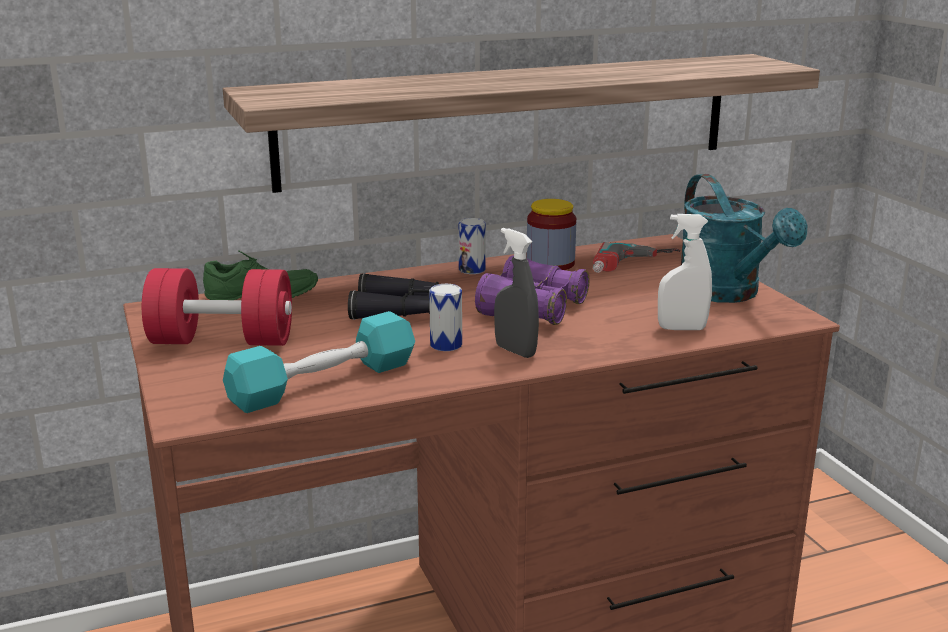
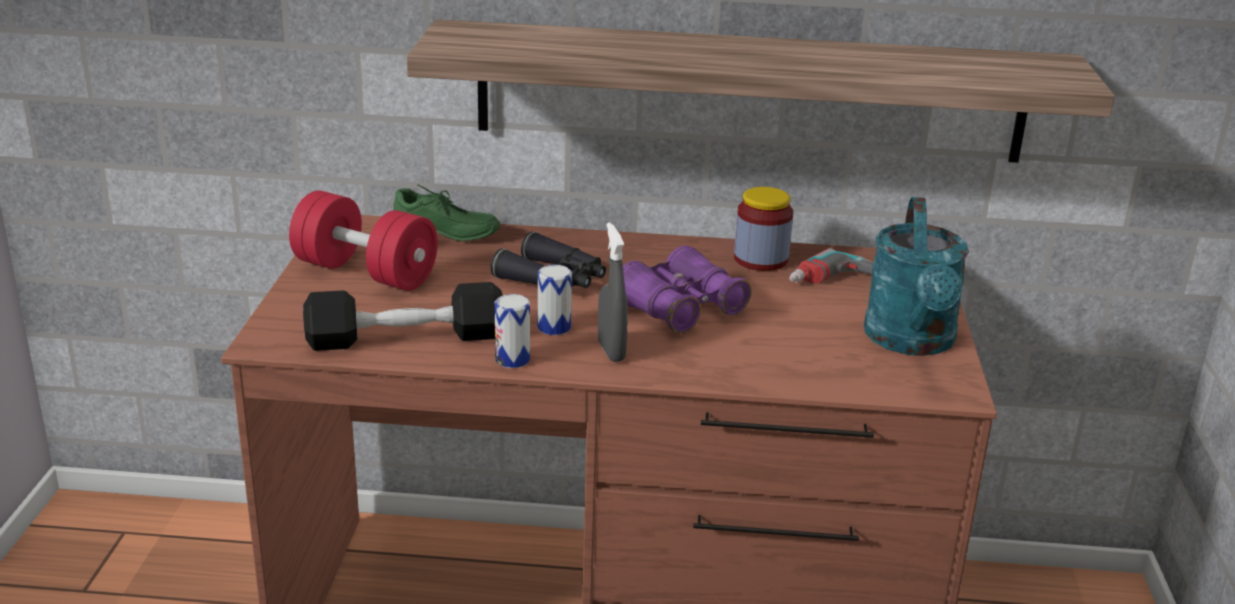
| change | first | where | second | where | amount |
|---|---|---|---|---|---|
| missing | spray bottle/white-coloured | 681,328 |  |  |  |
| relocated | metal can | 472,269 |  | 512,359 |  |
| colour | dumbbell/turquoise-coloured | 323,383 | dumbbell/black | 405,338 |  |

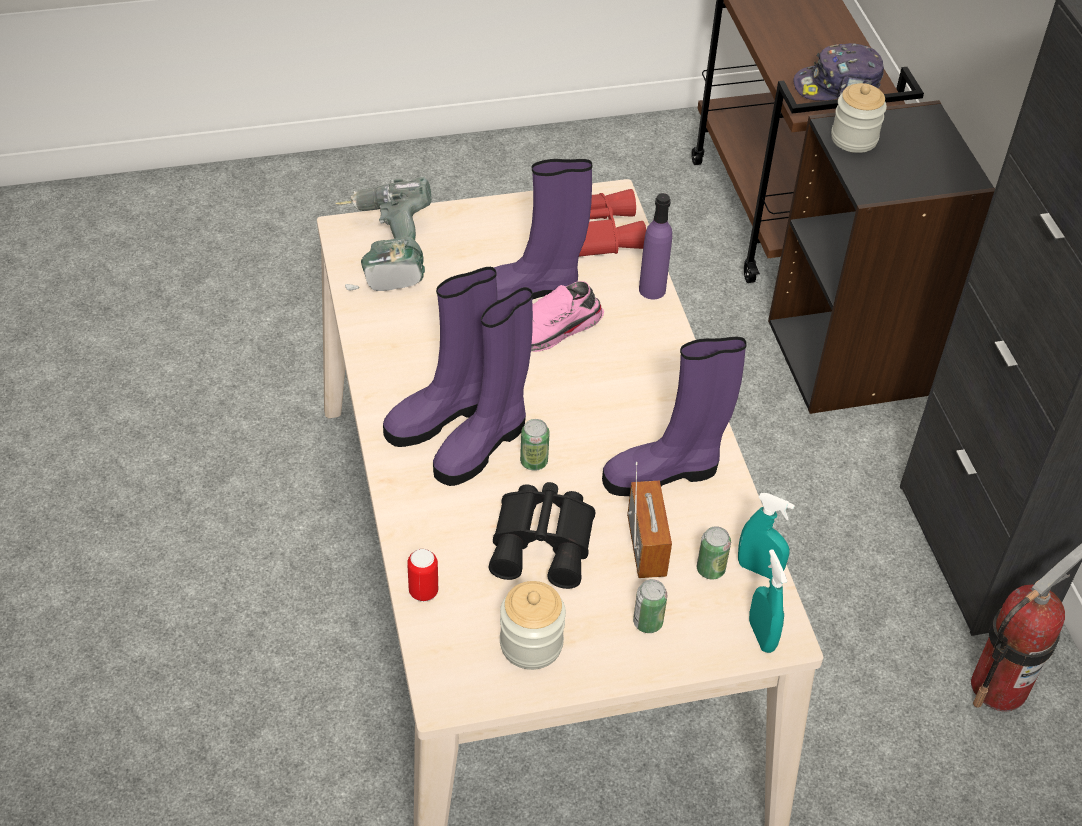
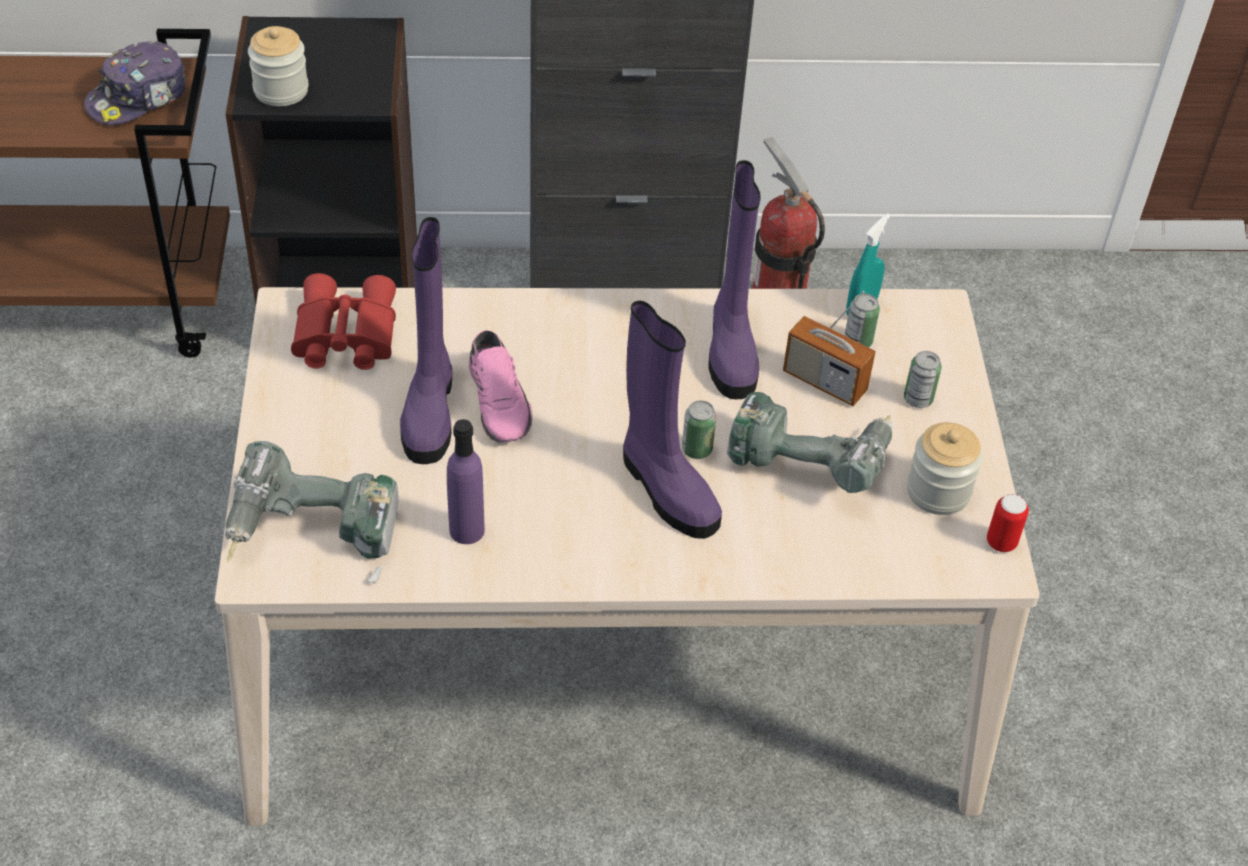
| change | first | where | second | where | amount |
|---|---|---|---|---|---|
| spun | peaked cap | 837,86 |  | 138,98 | 45 degrees clockwise |
| relocated | bottle/purplish | 652,290 |  | 466,530 |  |
| missing | boot/purplish | 440,416 |  |  |  |
| spun | radio set | 646,546 |  | 824,382 | 150 degrees counterclockwise |
| exchanged | pair of binoculars/black | 545,542 | electric drill | 809,459 |  |
| relocated | metal can | 423,591 |  | 1001,542 |  |
| missing | spray bottle/turquoise-coloured | 761,635 |  |  |  |

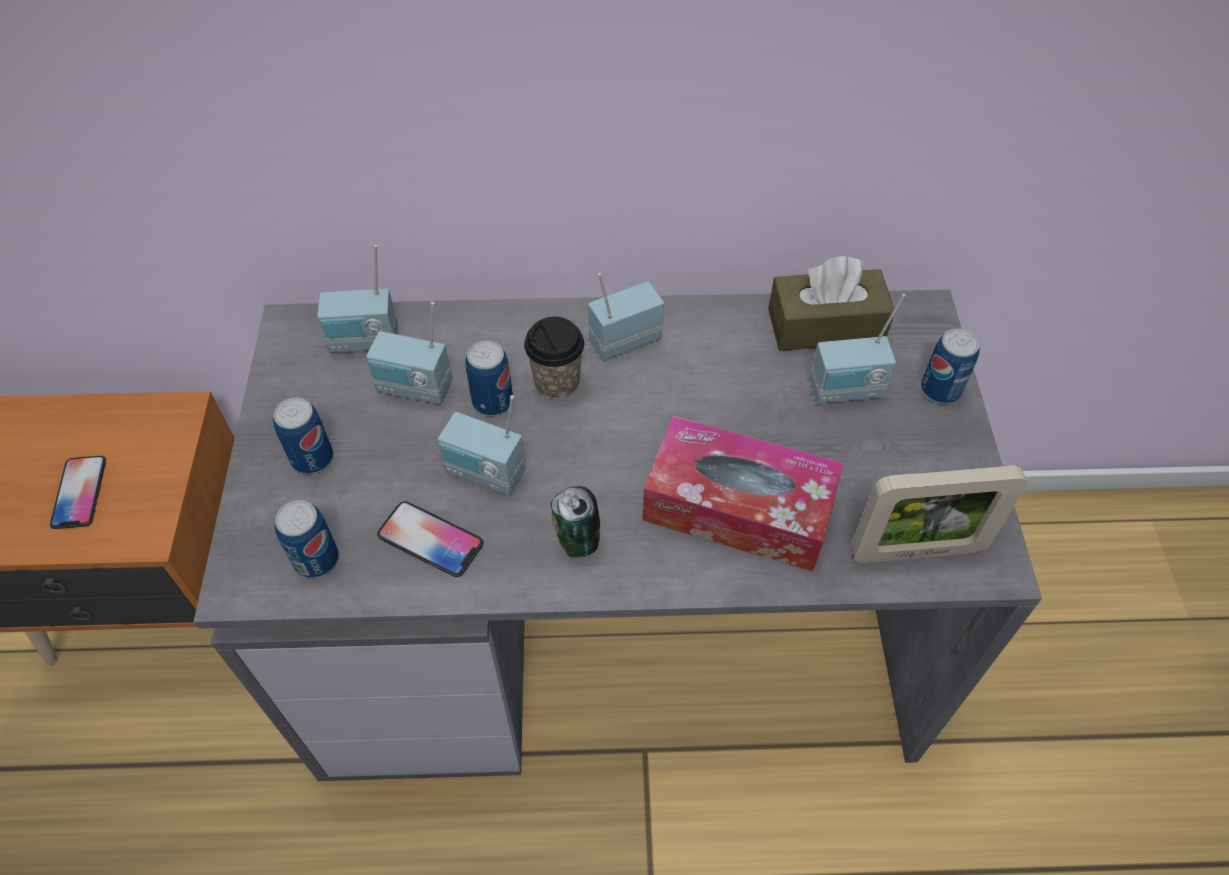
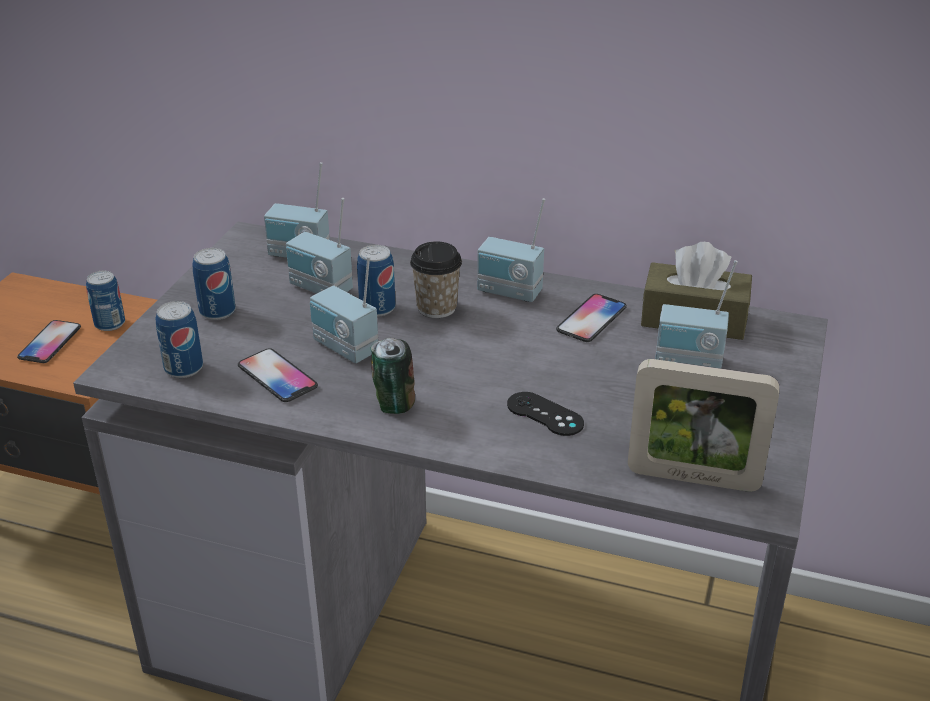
| change | first | where | second | where | amount |
|---|---|---|---|---|---|
| spun | radio set | 623,339 |  | 509,293 | 150 degrees counterclockwise |
| relocated | metal can | 940,389 |  | 110,324 |  |
| exchanged | tissue holder | 738,508 | game controller/black | 545,414 |  |
| appeared |  |  | phone | 591,319 |  |

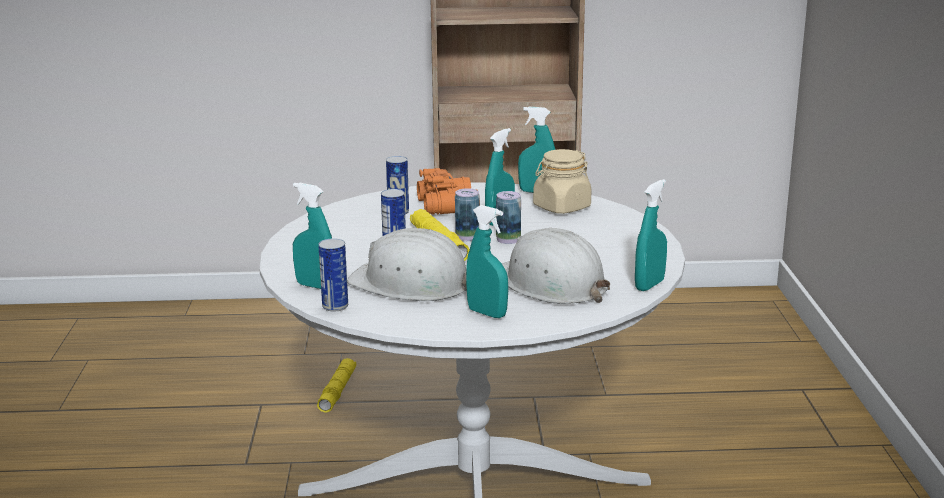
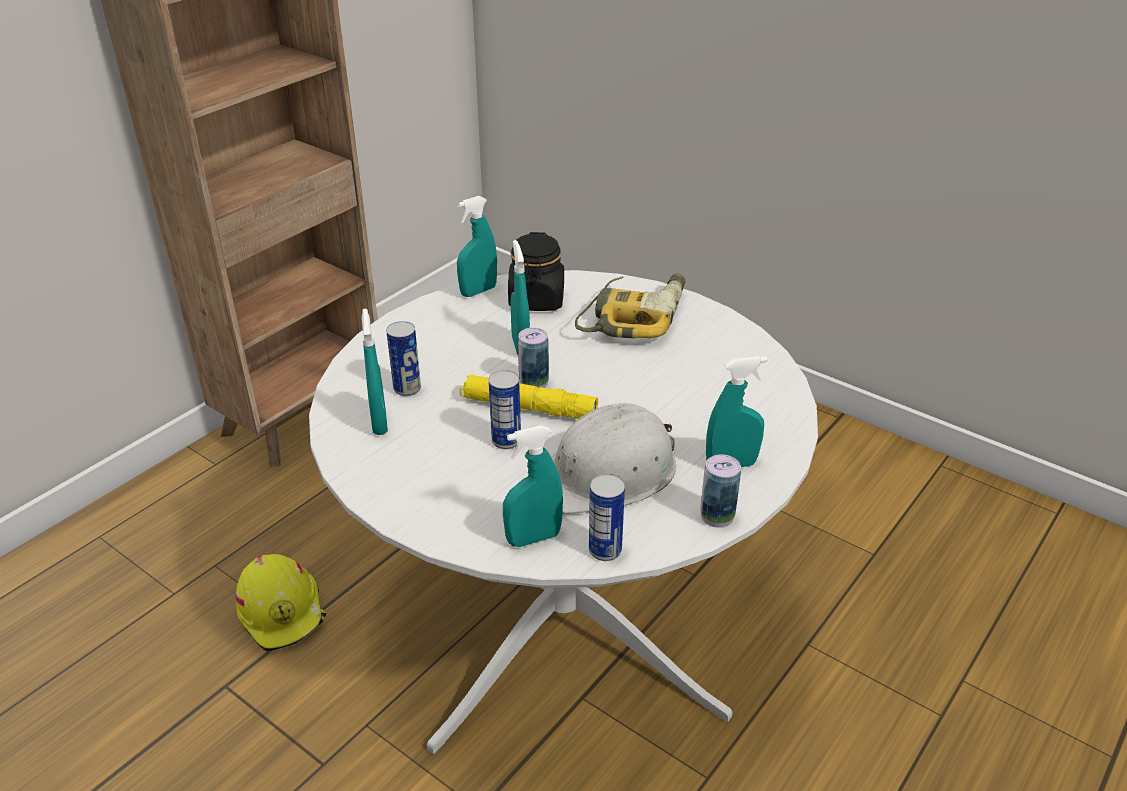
| change | first | where | second | where | amount |
|---|---|---|---|---|---|
| colour | jar/sand-coloured | 561,207 | jar/black | 536,300 |  |
| missing | pair of binoculars/orangey | 449,205 |  |  |  |
| relocated | spray bottle/turquoise-coloured | 649,285 |  | 379,422 |  |
| relocated | metal can | 508,239 |  | 717,516 |  |
| missing | hard hat/white-coloured | 550,284 |  |  |  |
| exchanged | hand torch/yellowish | 337,391 | hard hat/yellowish | 283,612 |  |
| appeared |  |  | electric drill | 634,315 |  |

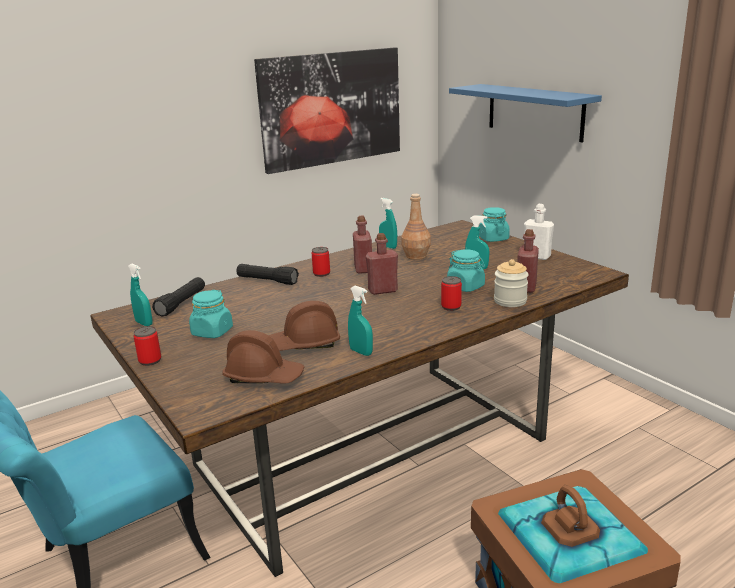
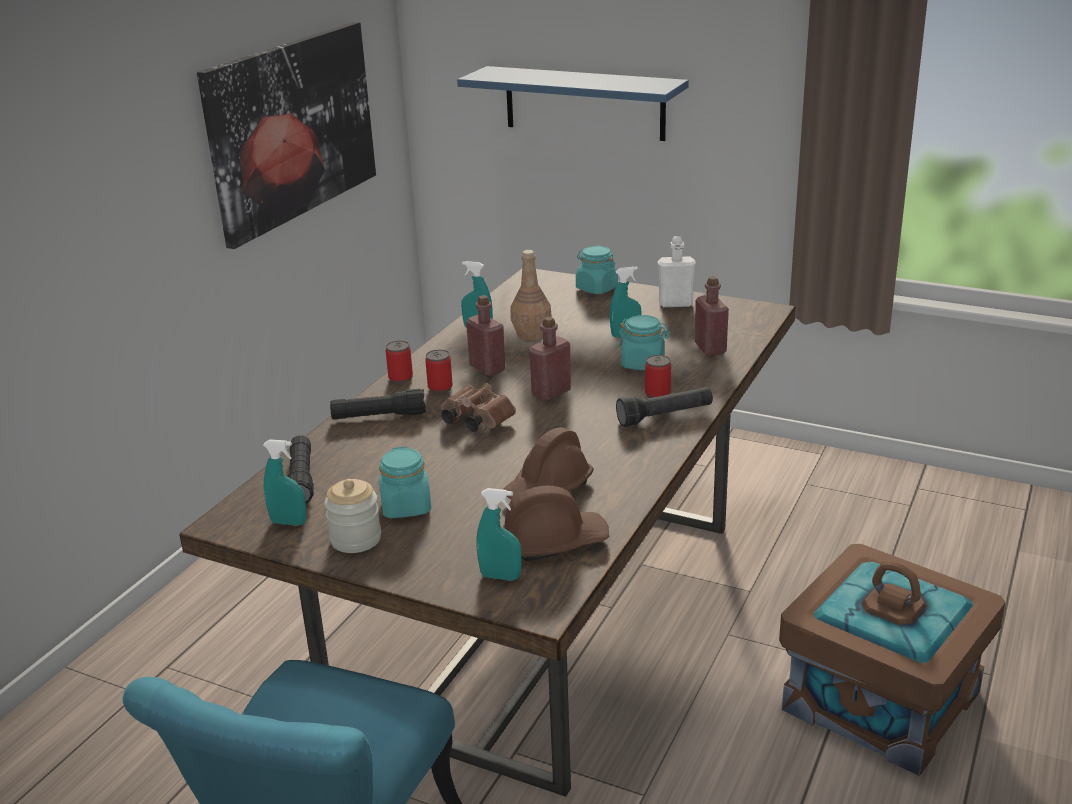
| change | first | where | second | where | amount |
|---|---|---|---|---|---|
| relocated | jar | 510,301 |  | 356,539 |  |
| relocated | spray bottle/turquoise-coloured | 361,352 |  | 500,576 |  |
| relocated | metal can | 150,360 |  | 400,378 |  |
| appeared |  |  | pair of binoculars/brown | 474,421 |  |
| appeared |  |  | hand torch/black | 665,416 |  |

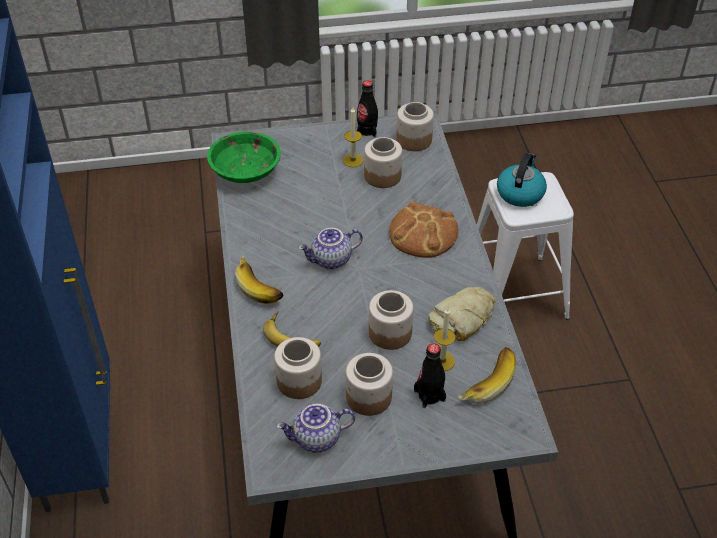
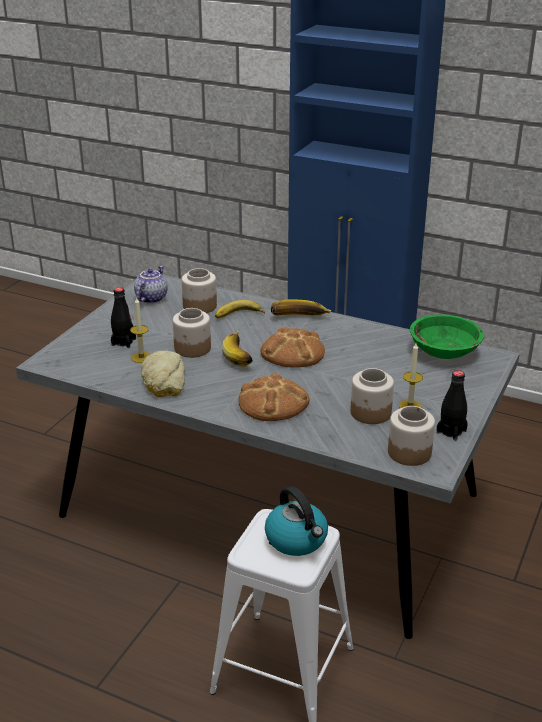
| change | first | where | second | where | amount |
|---|---|---|---|---|---|
| exchanged | tea pot | 331,260 | bread | 292,352 |  |
| relocated | banana | 485,382 |  | 241,356 |  |
| missing | jar | 368,397 |  |  |  |

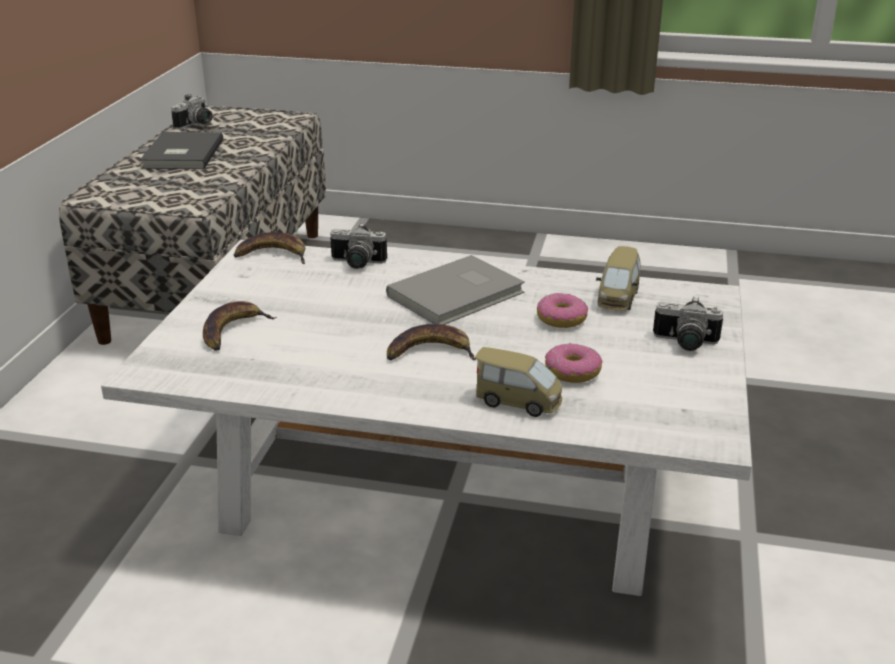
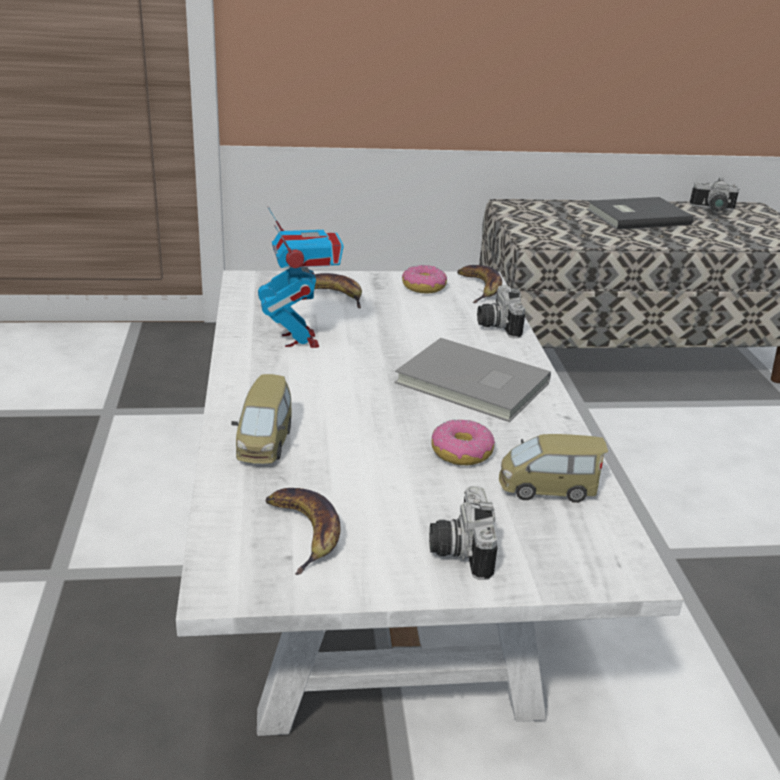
| change | first | where | second | where | amount |
|---|---|---|---|---|---|
| relocated | banana | 430,352 |  | 305,532 |  |
| relocated | doughnut | 573,372 |  | 424,287 |  |
| appeared |  |  | toy robot | 300,340 |  |

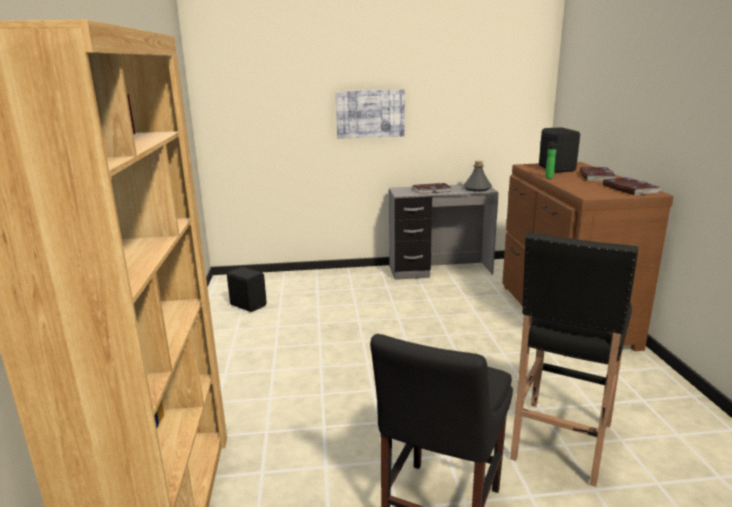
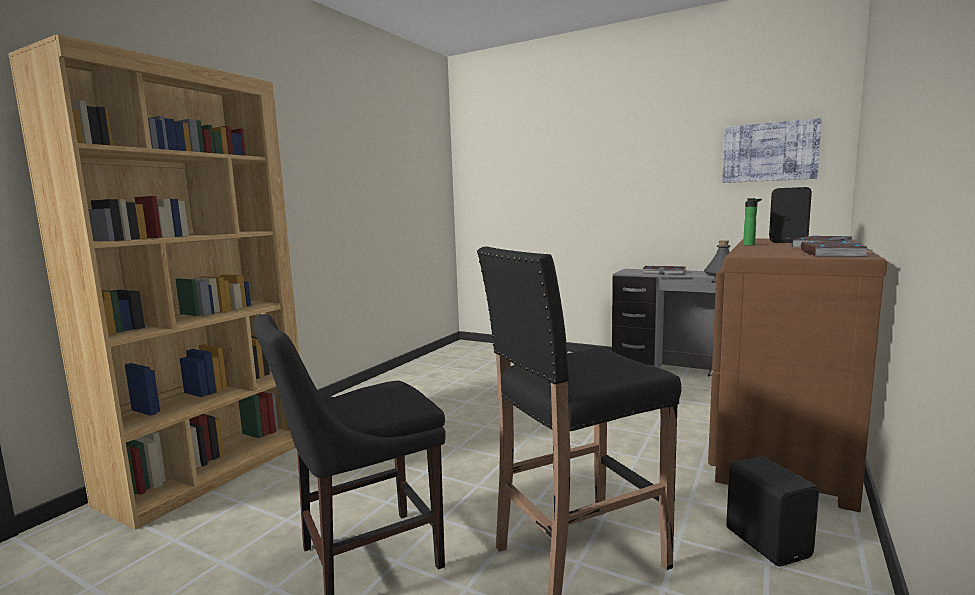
| change | first | where | second | where | amount |
|---|---|---|---|---|---|
| relocated | wall picture | 370,113 |  | 769,152 |  |
| relocated | audio speaker/black | 248,305 |  | 768,542 |  |

